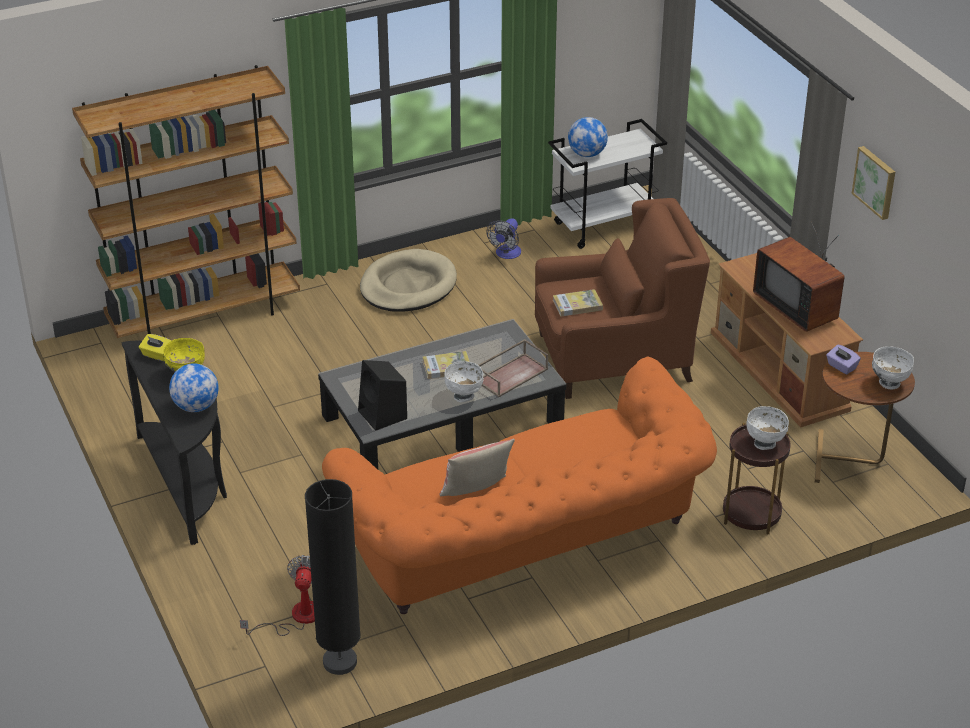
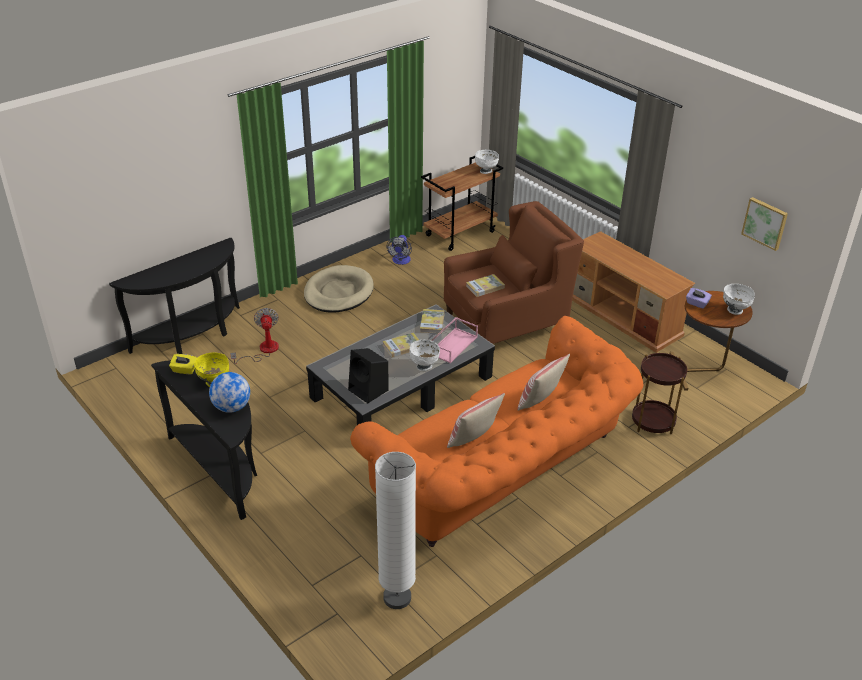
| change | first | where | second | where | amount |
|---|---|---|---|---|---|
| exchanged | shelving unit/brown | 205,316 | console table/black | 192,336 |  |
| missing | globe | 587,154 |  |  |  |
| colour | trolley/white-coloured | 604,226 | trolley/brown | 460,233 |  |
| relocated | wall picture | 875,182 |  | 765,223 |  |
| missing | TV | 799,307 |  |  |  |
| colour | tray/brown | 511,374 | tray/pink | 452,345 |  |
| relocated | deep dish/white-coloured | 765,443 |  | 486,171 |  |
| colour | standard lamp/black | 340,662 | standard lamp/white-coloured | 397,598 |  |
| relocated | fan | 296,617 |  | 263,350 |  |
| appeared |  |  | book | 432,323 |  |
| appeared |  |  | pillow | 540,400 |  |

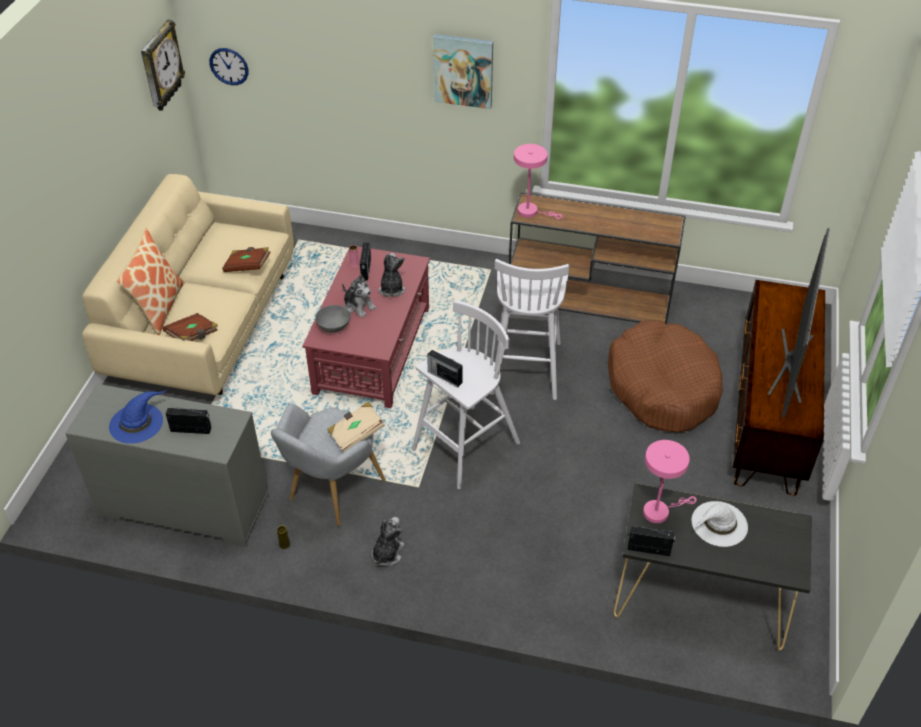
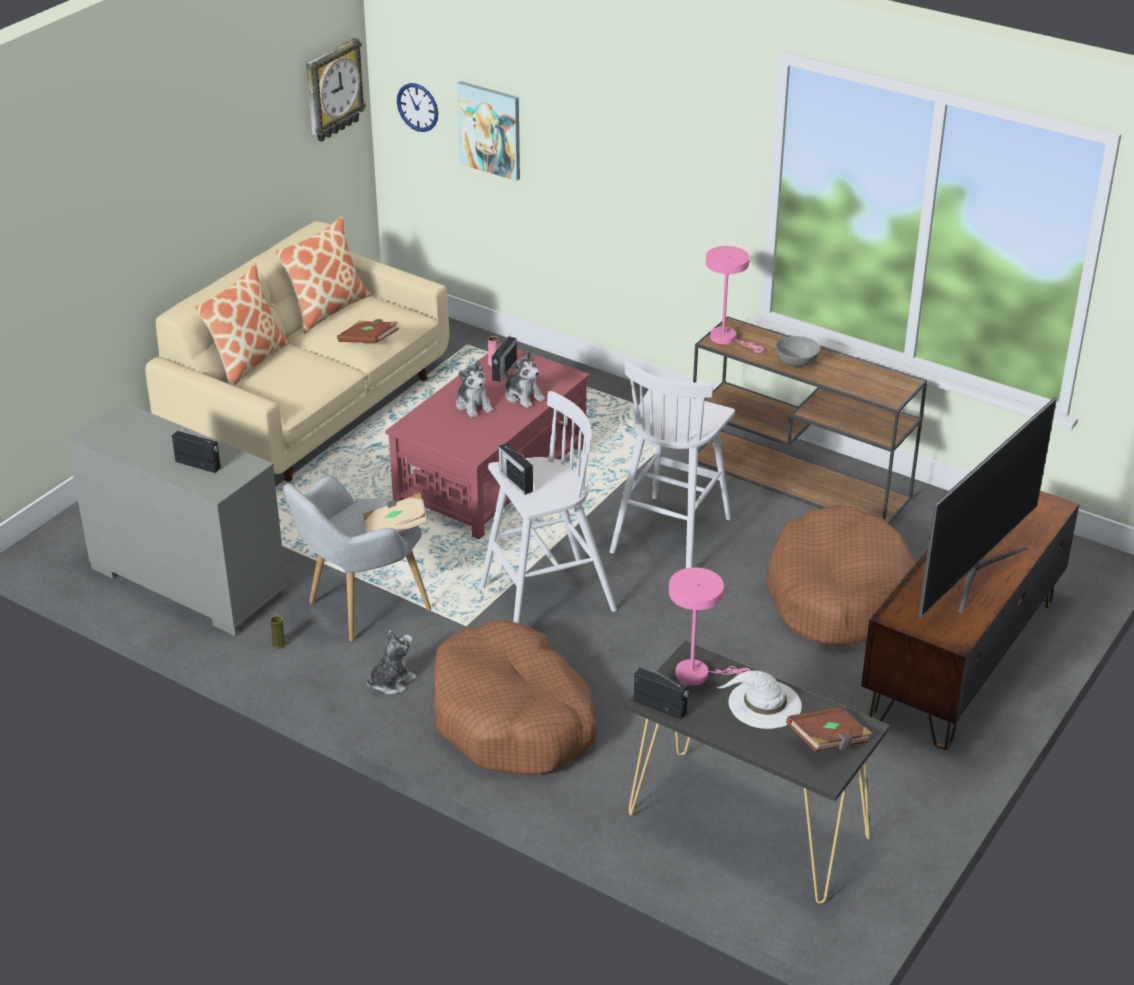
| change | first | where | second | where | amount |
|---|---|---|---|---|---|
| relocated | wall picture | 463,70 |  | 490,130 |  |
| spun | soft toy | 391,289 |  | 523,396 | 120 degrees clockwise |
| relocated | deep dish/greyish | 334,326 |  | 796,362 |  |
| relocated | book/brown | 193,336 |  | 828,741 |  |
| missing | clothing hat/blue | 137,422 |  |  |  |
| appeared |  |  | pillow | 326,309 |  |
| appeared |  |  | pet bed/brown | 513,718 |  |

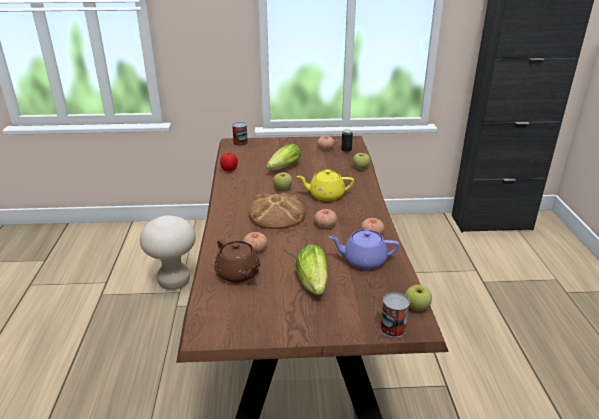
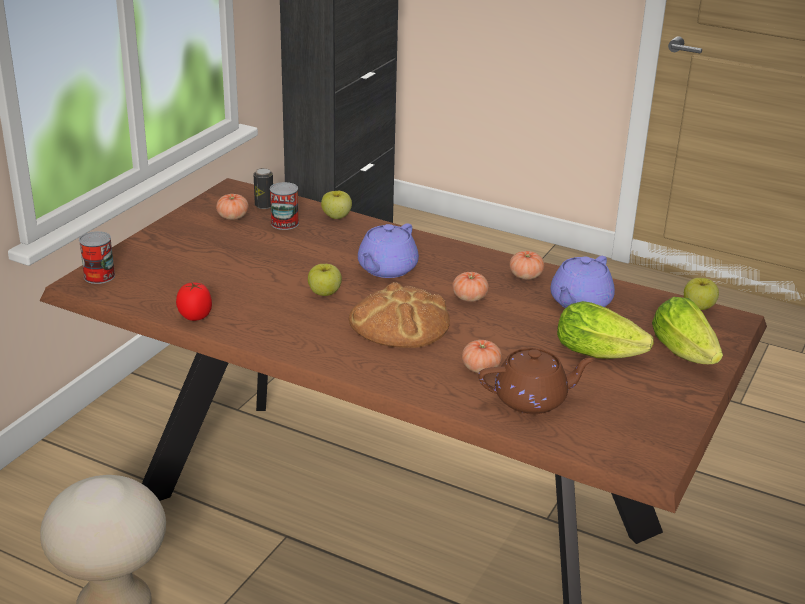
| change | first | where | second | where | amount |
|---|---|---|---|---|---|
| relocated | lettuce head | 282,169 |  | 686,354 |  |
| colour | tea pot/yellowish | 325,195 | tea pot/purplish | 386,269 |  |
| relocated | metal can | 393,328 |  | 284,223 |  |

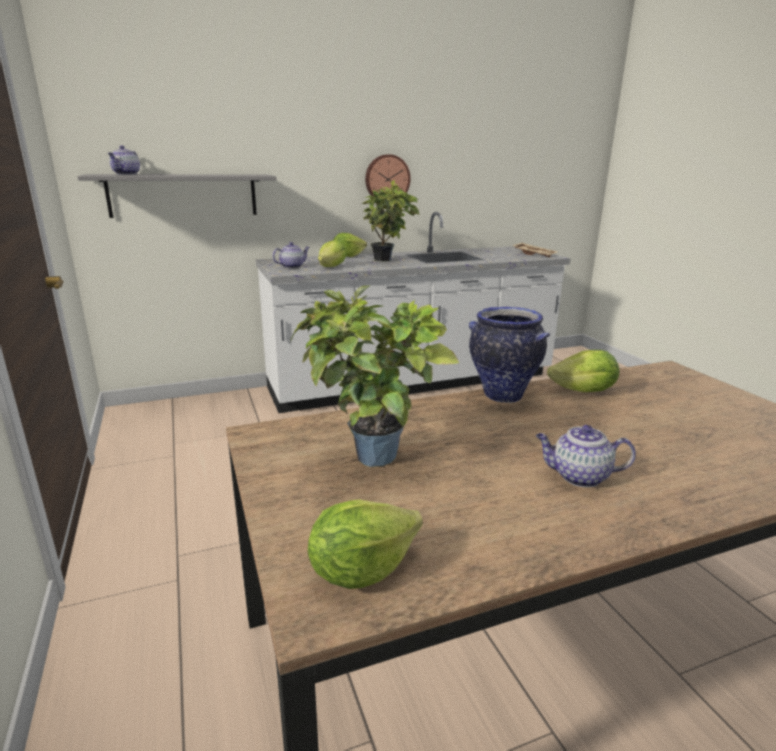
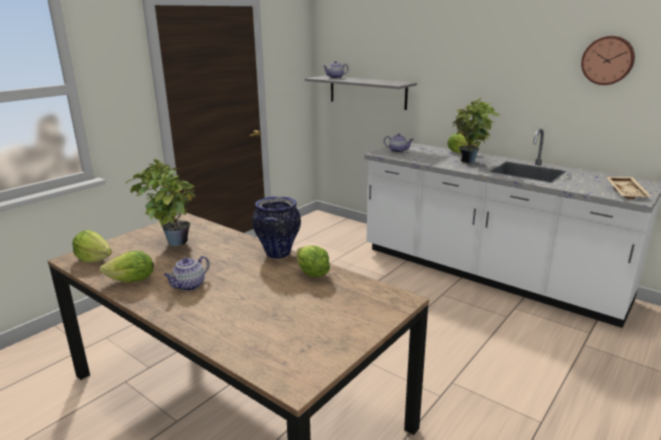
| change | first | where | second | where | amount |
|---|---|---|---|---|---|
| relocated | hanging clock | 387,179 |  | 608,60 |  |
| relocated | lettuce head | 332,267 |  | 132,281 |  |
| spun | tea pot | 578,476 |  | 189,286 | 120 degrees counterclockwise |

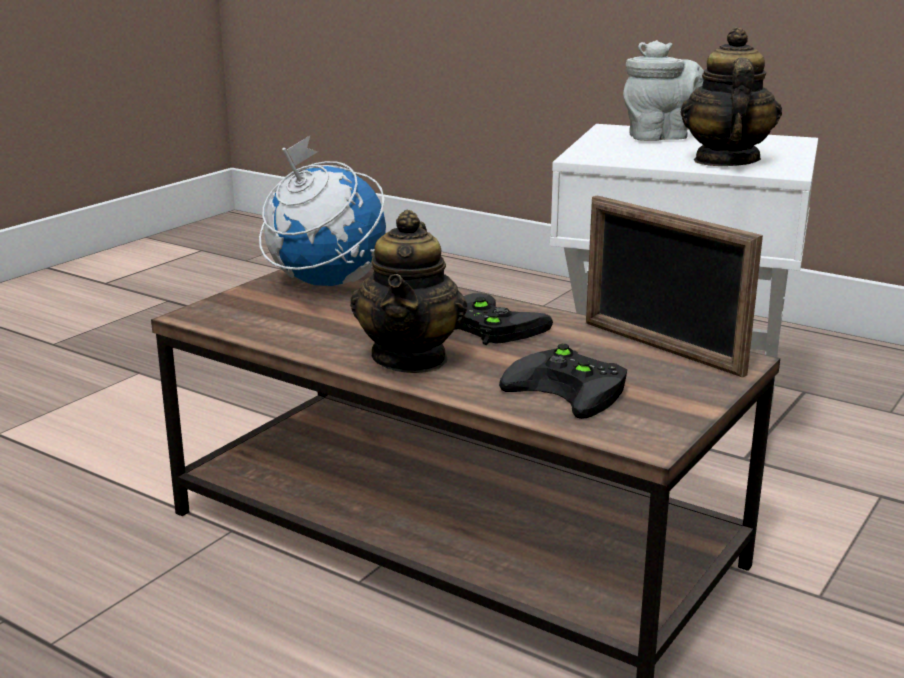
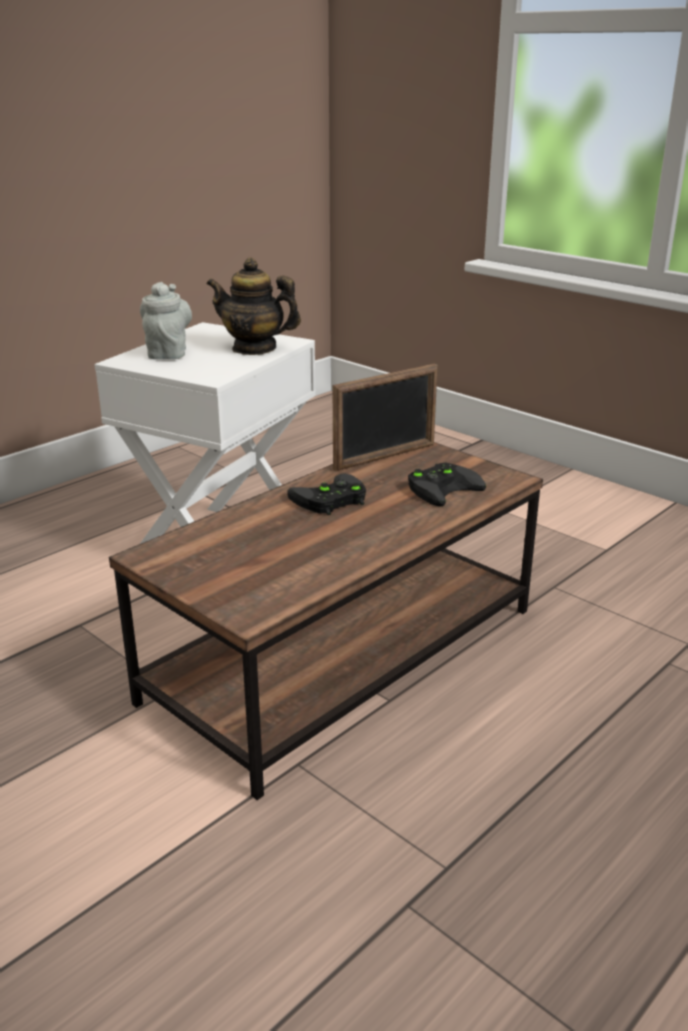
| change | first | where | second | where | amount |
|---|---|---|---|---|---|
| missing | globe | 325,283 |  |  |  |
| missing | tea pot | 411,358 |  |  |  |

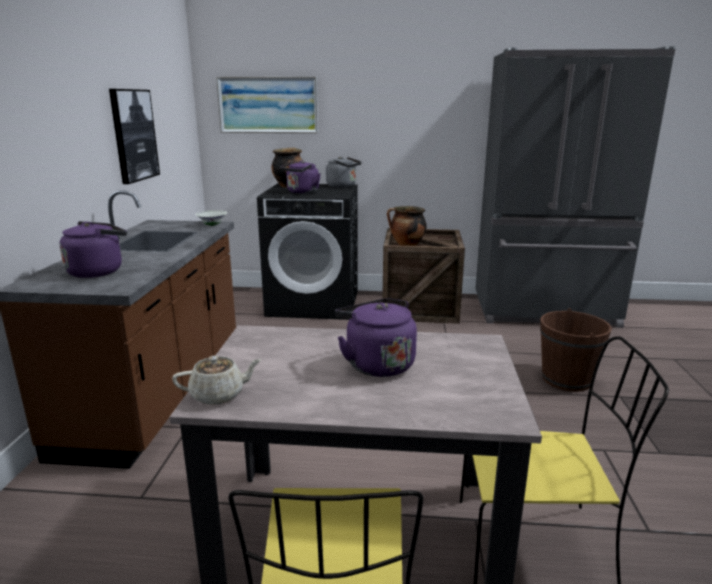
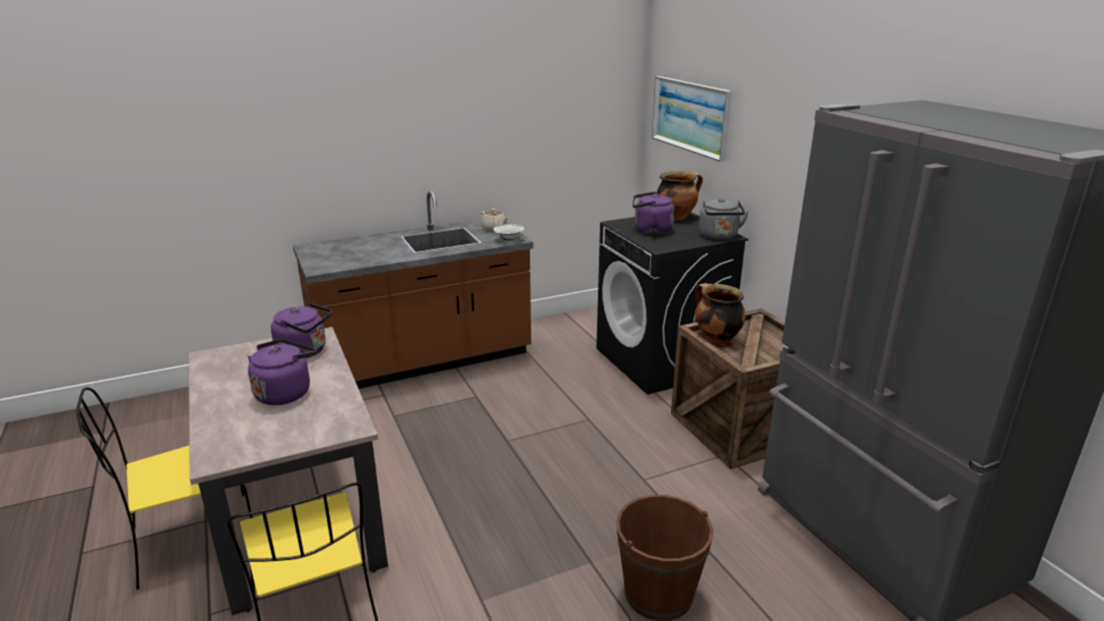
| change | first | where | second | where | amount |
|---|---|---|---|---|---|
| missing | wall picture | 133,135 |  |  |  |
| relocated | water kettle/purplish | 98,271 |  | 305,352 |  |
| relocated | tea pot/sand-coloured | 219,395 |  | 494,228 |  |

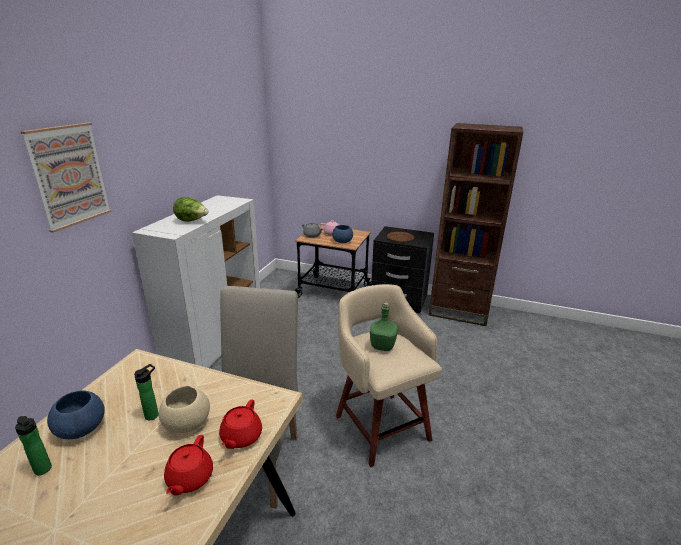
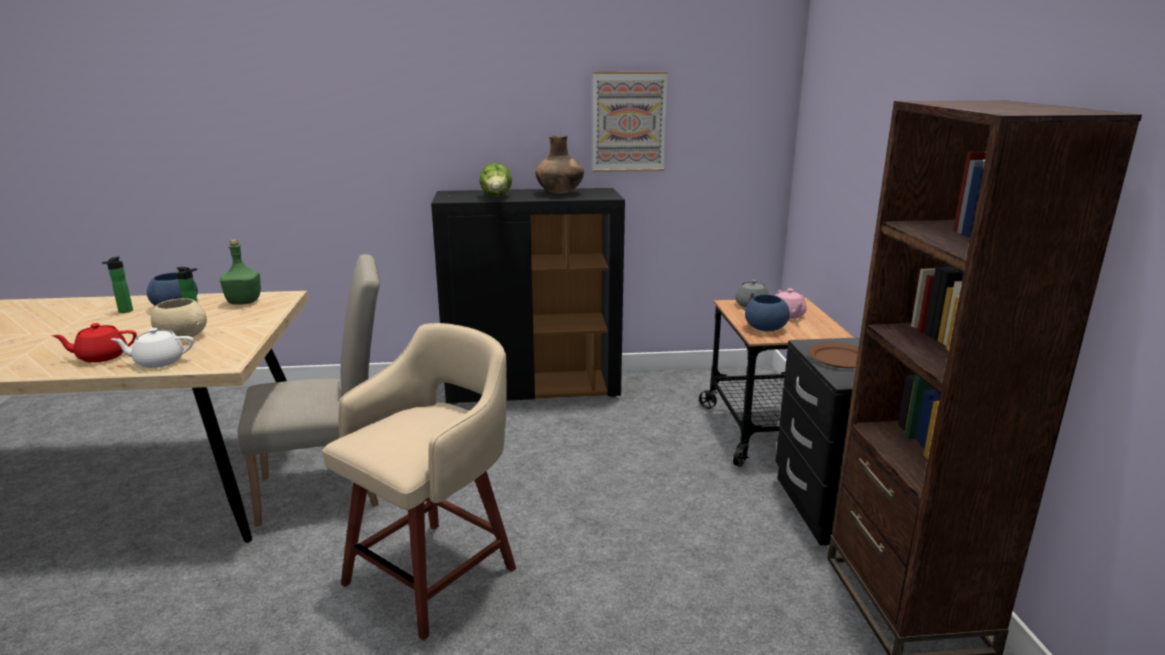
| change | first | where | second | where | amount |
|---|---|---|---|---|---|
| relocated | wall picture | 69,175 |  | 629,122 |  |
| colour | cabinet/white-coloured | 216,341 | cabinet/black | 534,389 |  |
| relocated | bottle/green | 382,346 |  | 243,302 |  |
| colour | tea pot/reddish | 241,437 | tea pot/white-coloured | 158,362 |  |
| appeared |  |  | flower vase/brown | 560,193 |  |

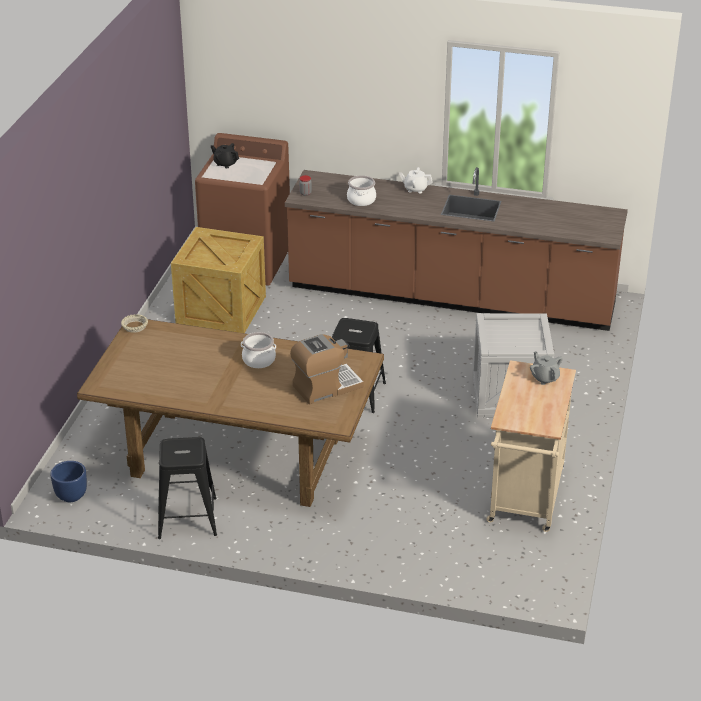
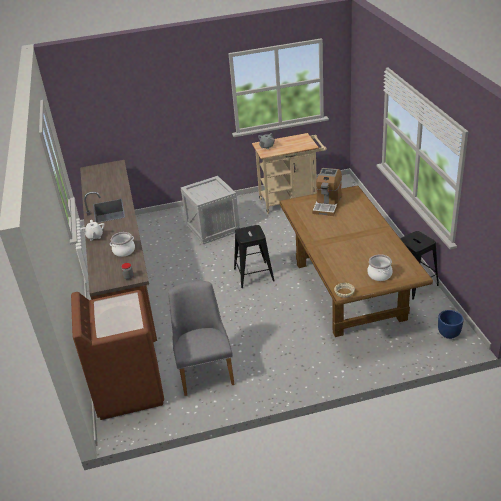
| change | first | where | second | where | amount |
|---|---|---|---|---|---|
| missing | tea pot/black | 225,164 |  |  |  |
| exchanged | shipping crate | 222,310 | chair/greyish | 205,370 |  |
| relocated | stockpot | 258,360 |  | 379,274 |  |
| spun | coffee machine | 326,387 |  | 327,204 | 105 degrees counterclockwise |

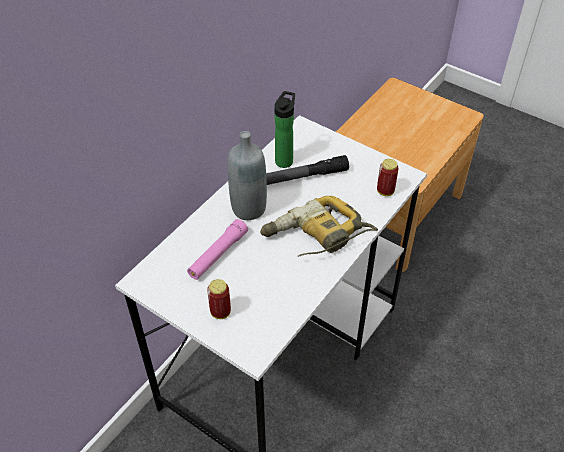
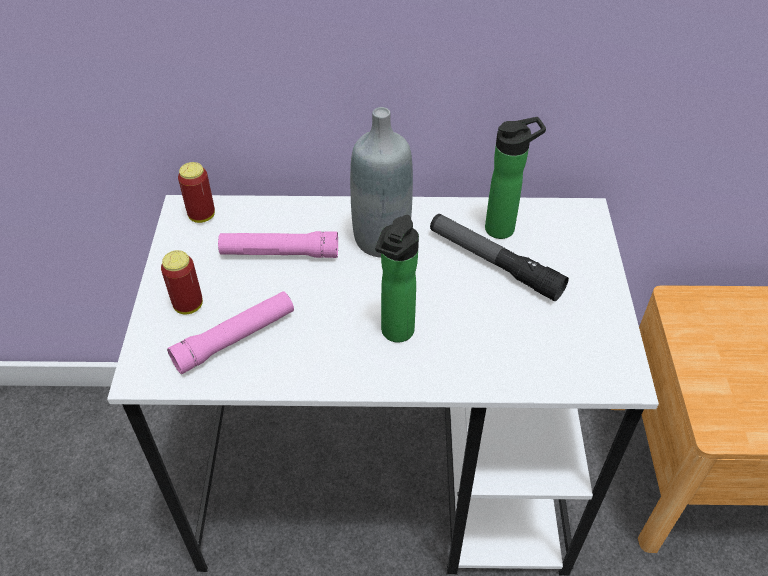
| change | first | where | second | where | amount |
|---|---|---|---|---|---|
| relocated | metal can | 385,191 |  | 202,215 |  |
| exchanged | electric drill | 316,237 | bottle | 395,334 |  |
| appeared |  |  | hand torch/pink | 235,339 |  |

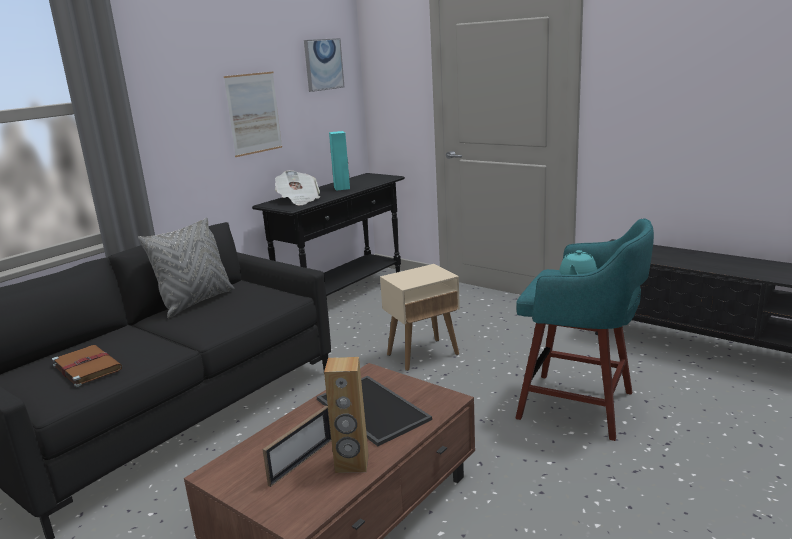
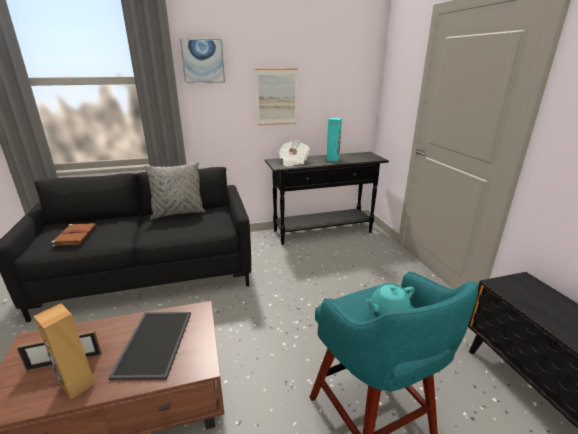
| change | first | where | second | where | amount |
|---|---|---|---|---|---|
| relocated | wall picture | 323,64 |  | 203,61 |  |
| missing | end table/sand-coloured | 423,354 |  |  |  |

